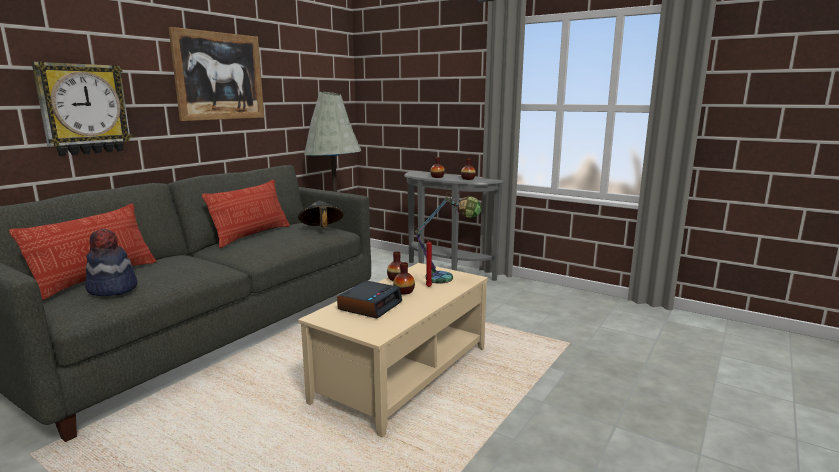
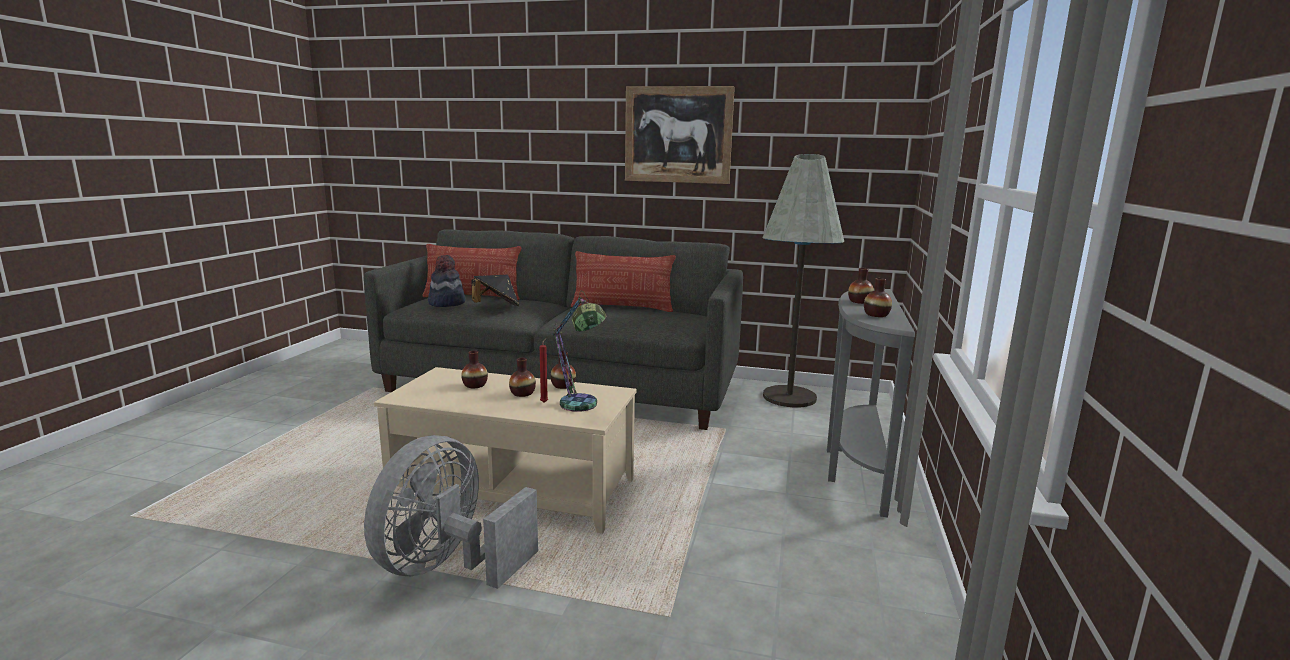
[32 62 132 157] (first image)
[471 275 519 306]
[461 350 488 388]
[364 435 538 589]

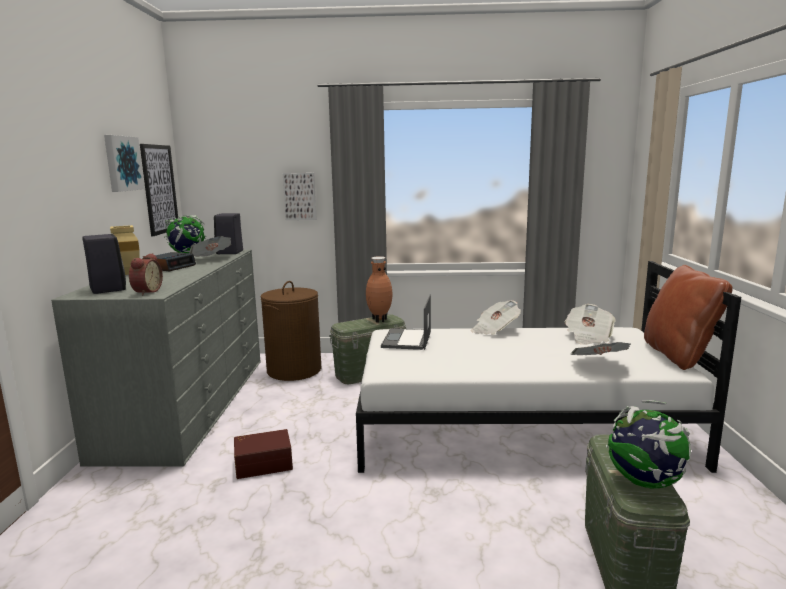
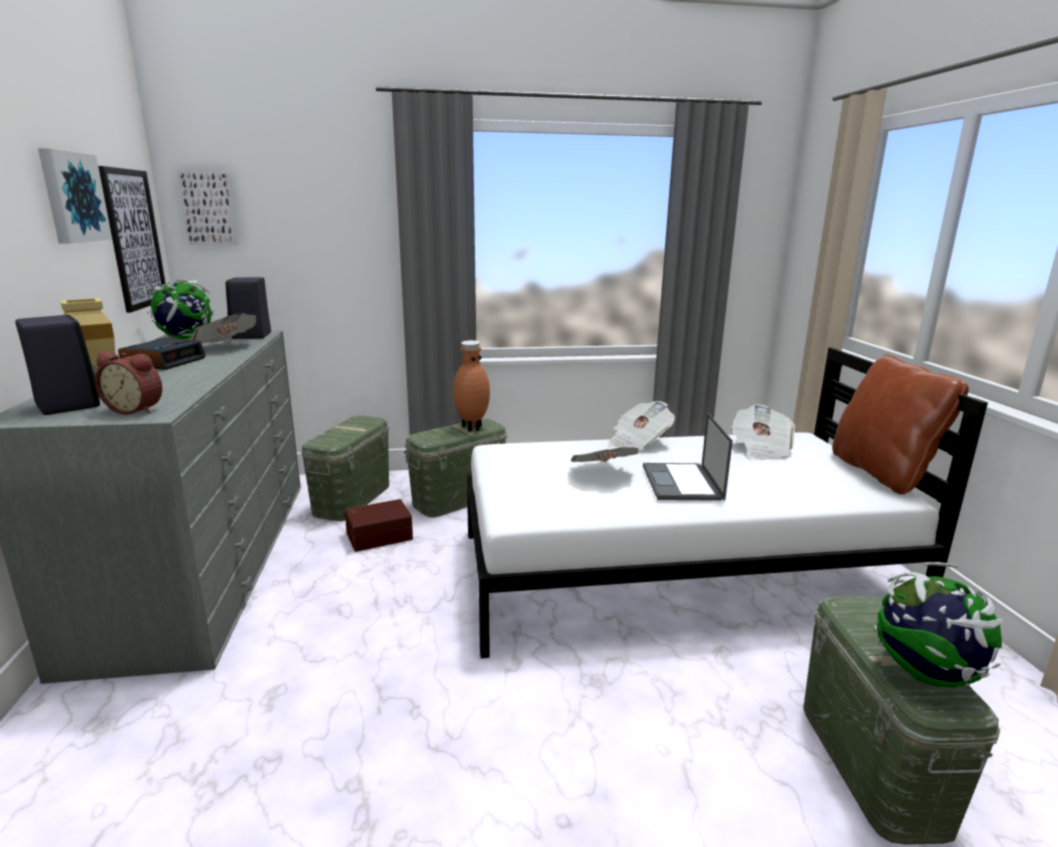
[95 352 162 415]
[345 499 413 552]
[301 416 389 521]
[178 171 239 245]
[643 413 733 501]
[571 447 639 462]

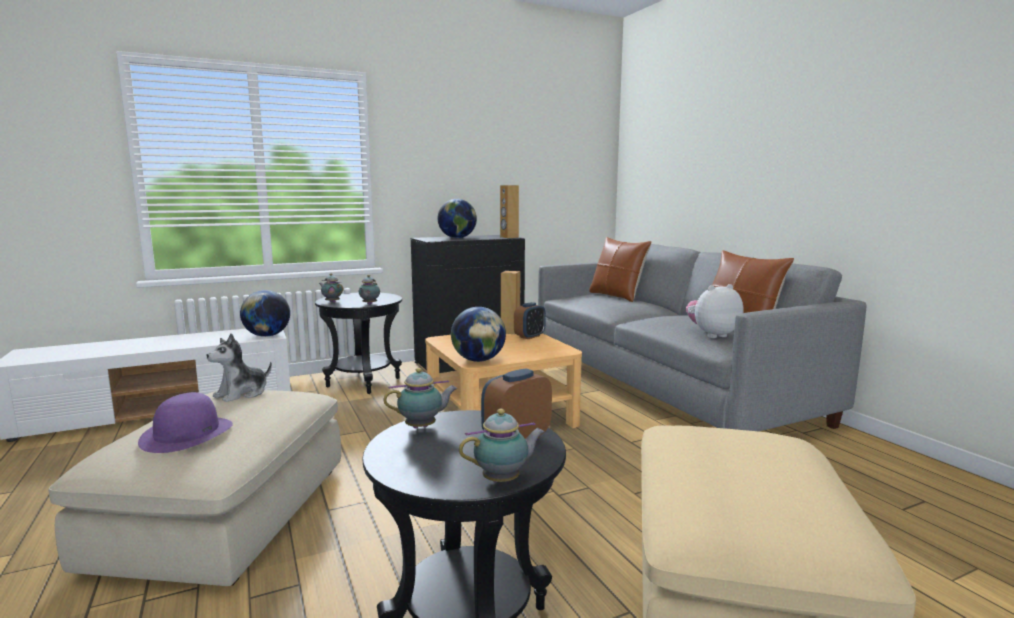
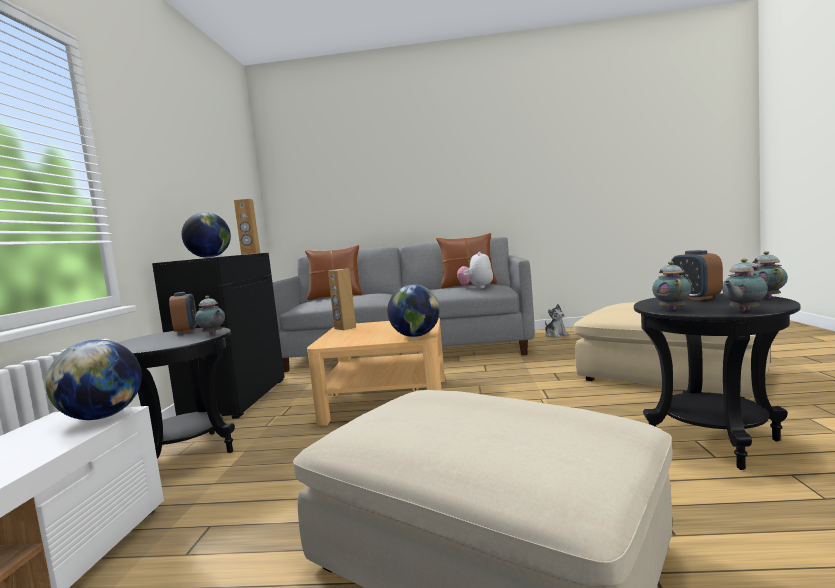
[138 392 233 453] (first image)
[545 304 569 338]
[722 259 768 312]
[169 292 197 334]

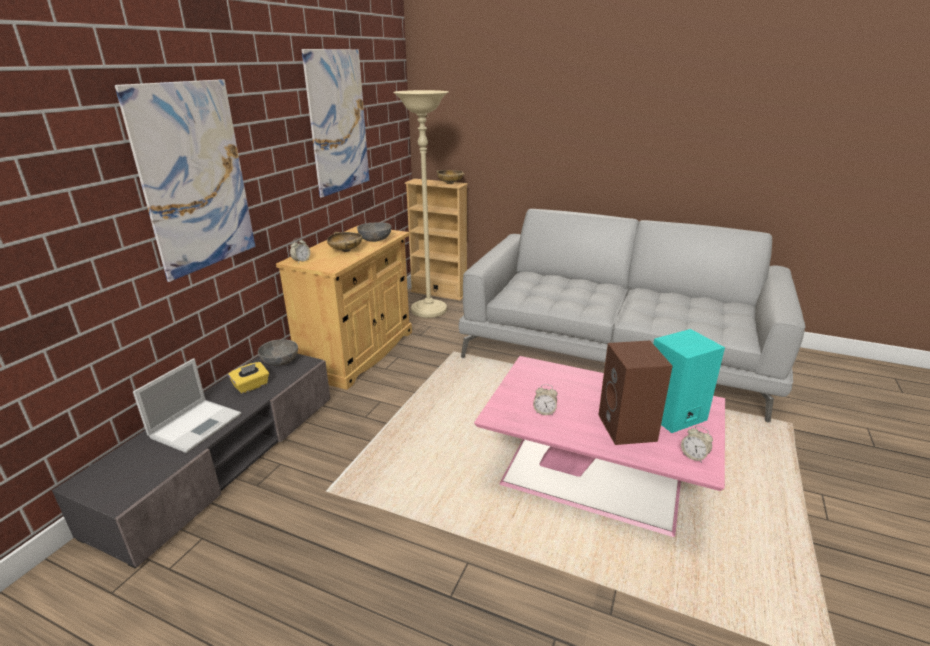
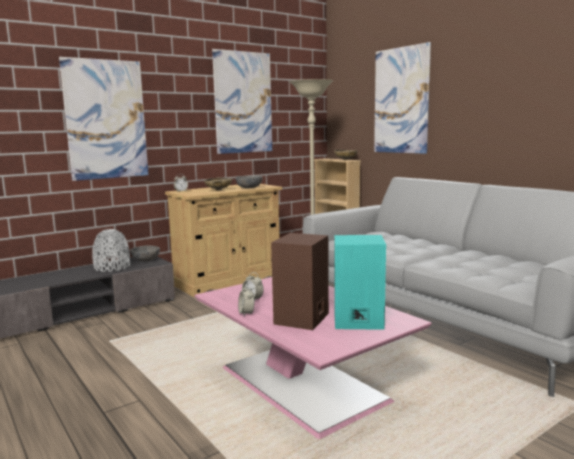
[133 359 241 453] (first image)
[92 229 130 272]
[238 284 255 316]
[374 42 431 154]

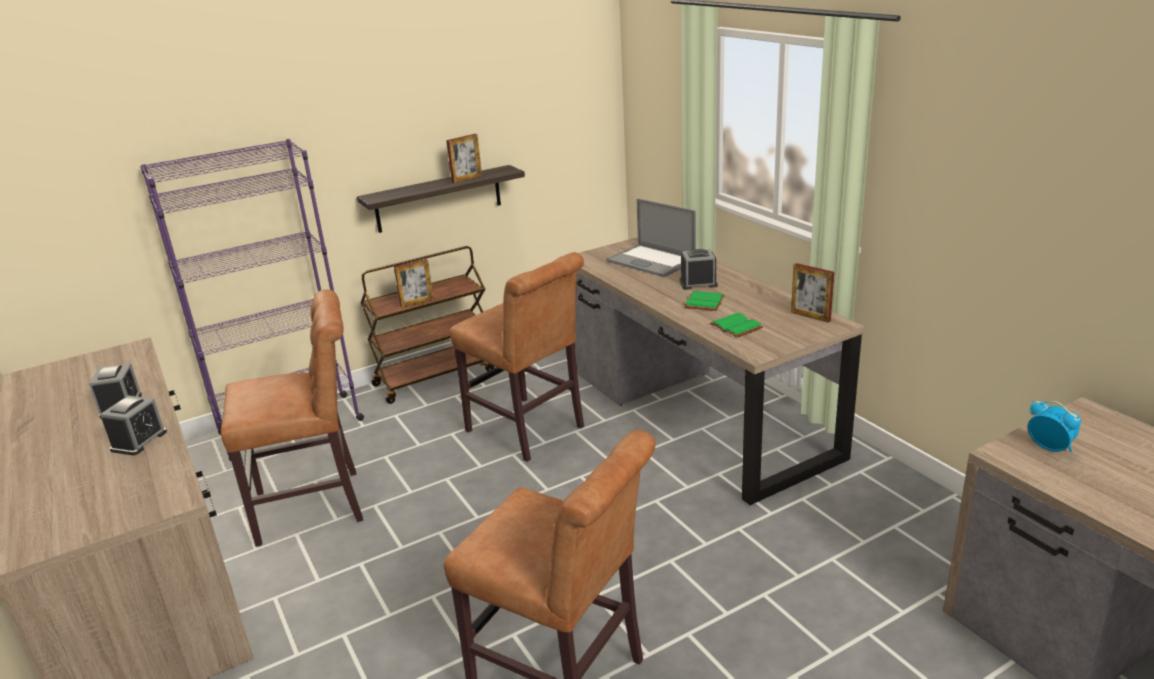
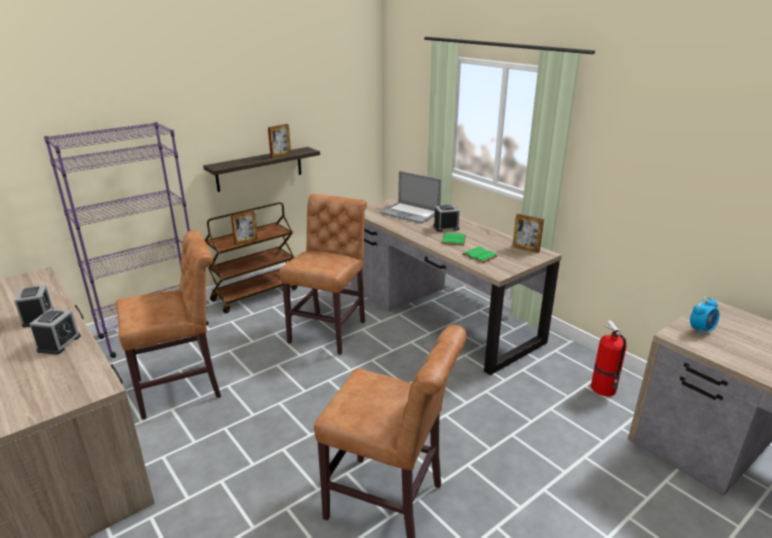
[279 194 367 355]
[690 296 719 335]
[591 320 627 396]

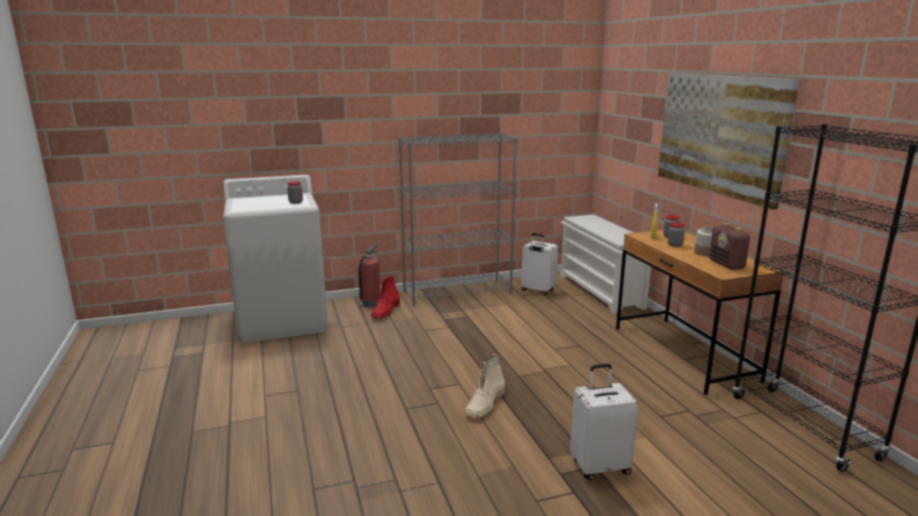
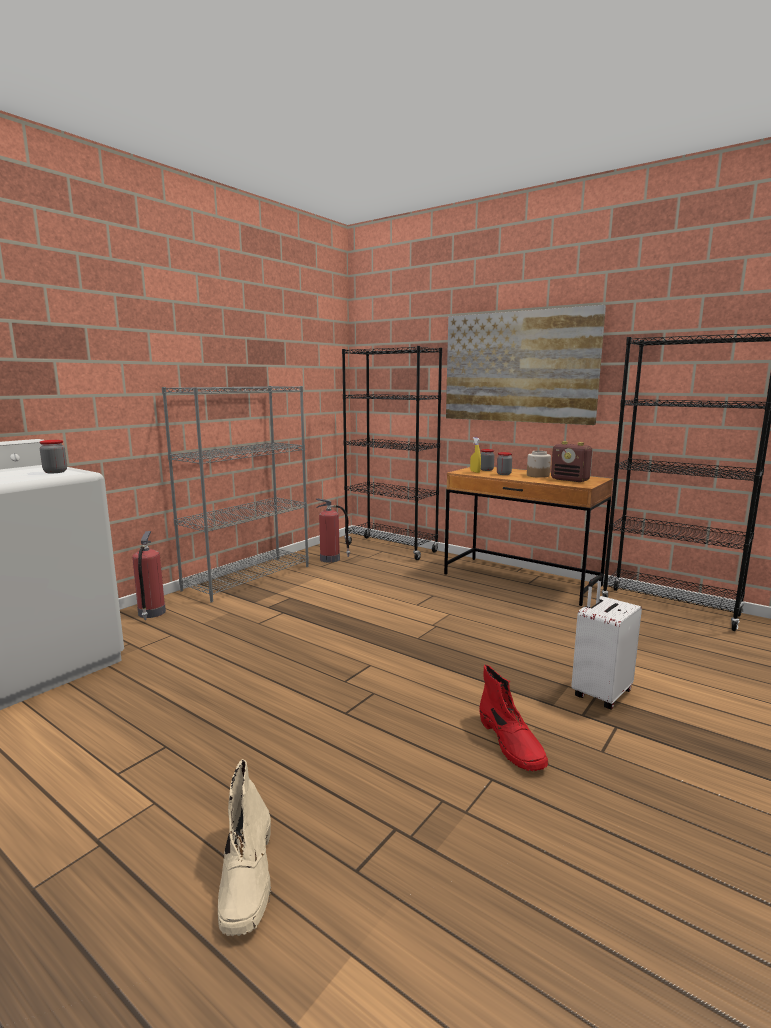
[479 665 548 771]
[218 759 271 937]
[316 498 350 563]
[342 346 442 560]

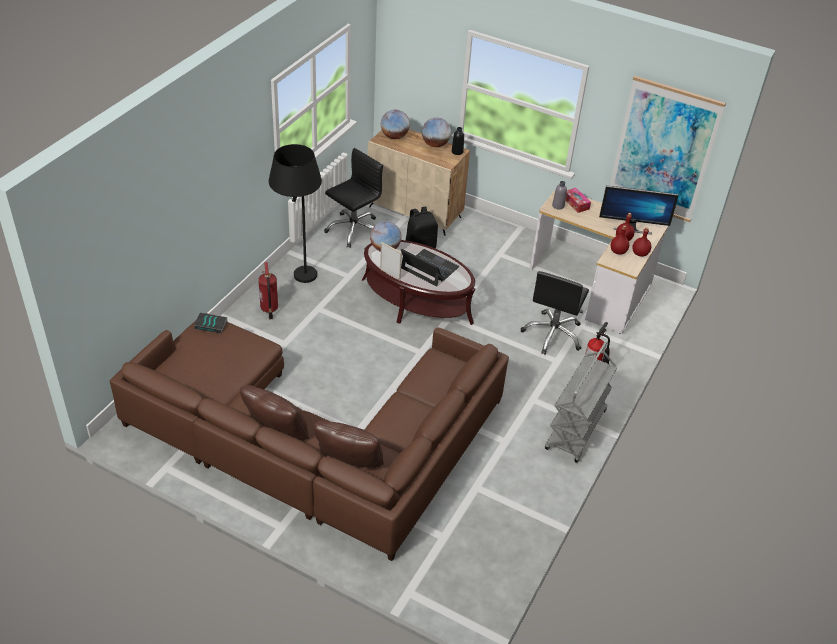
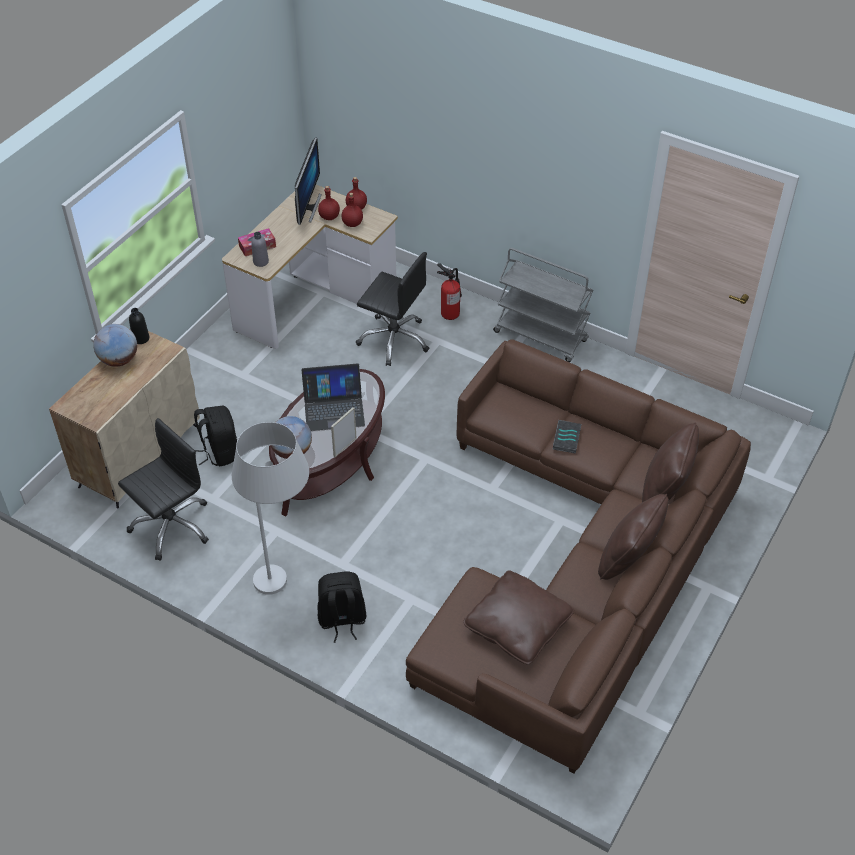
[553 420 582 453]
[318 571 367 643]
[232 422 309 595]
[118 418 209 561]
[381 110 410 139] (first image)
[301 363 365 431]
[610 76 726 222] (first image)
[463 570 574 665]

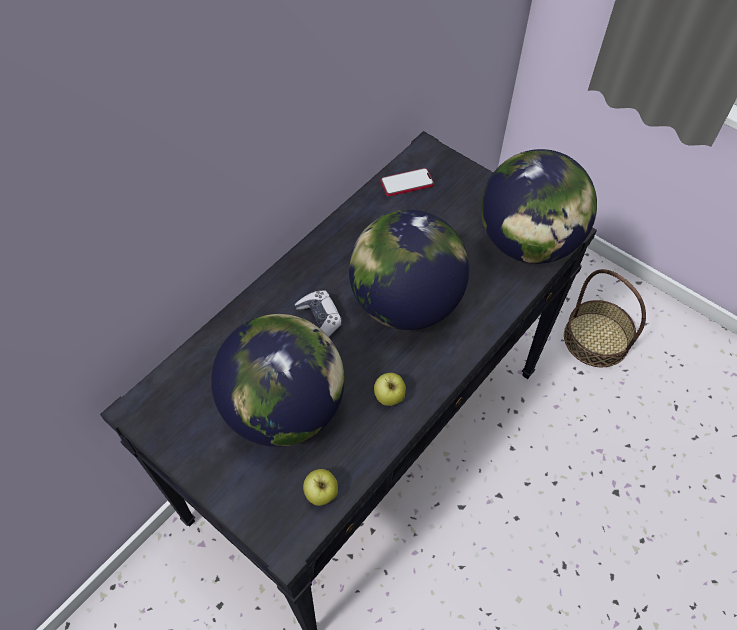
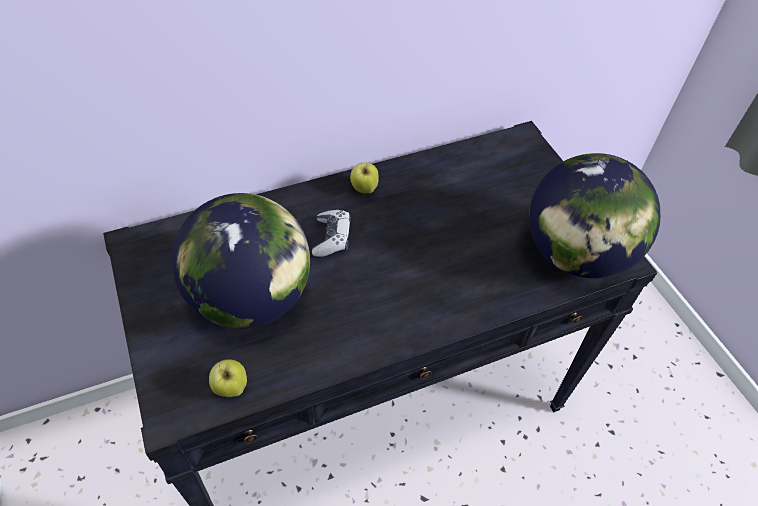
[349 210 469 330] (first image)
[350 162 379 193]
[381 168 434 196] (first image)
[564 269 646 367] (first image)

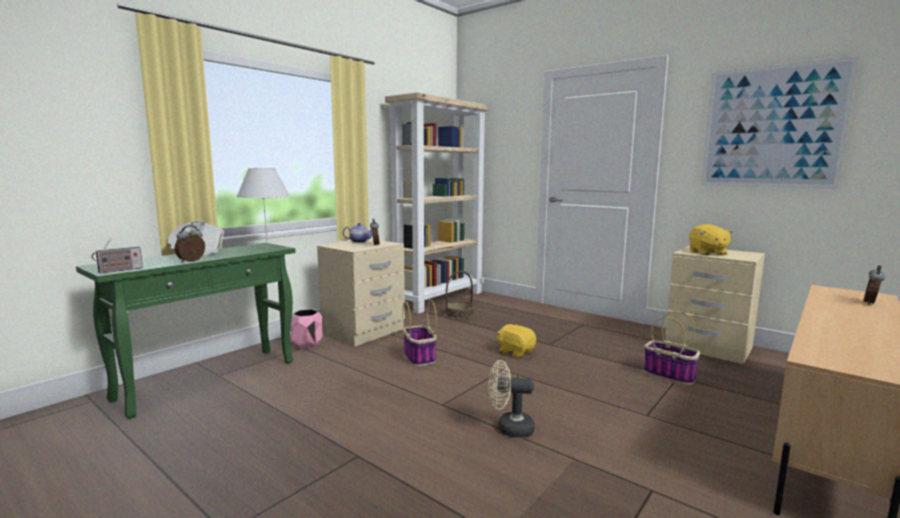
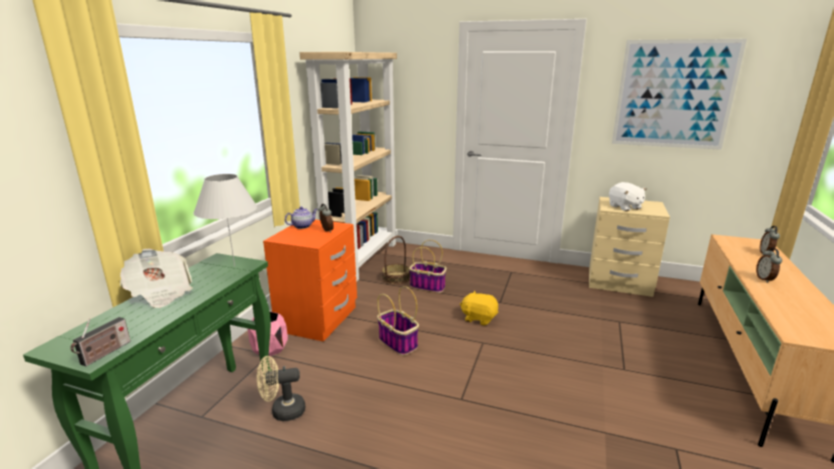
[756 248 782 283]
[263 220 357 342]
[257 356 305 421]
[409 240 447 293]
[609 182 647 211]

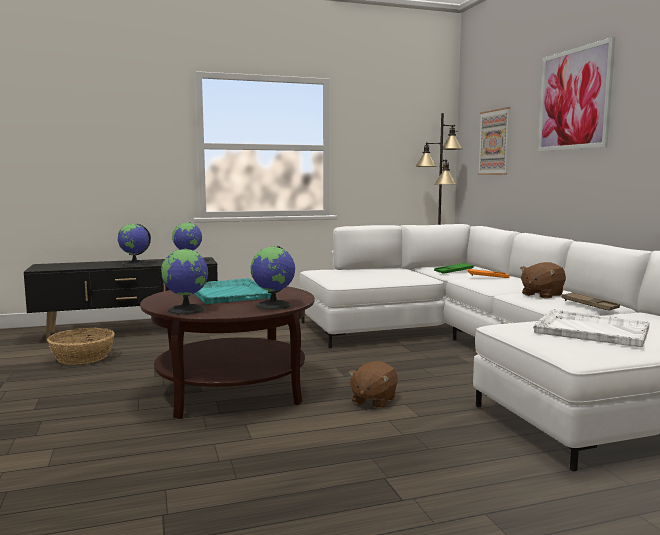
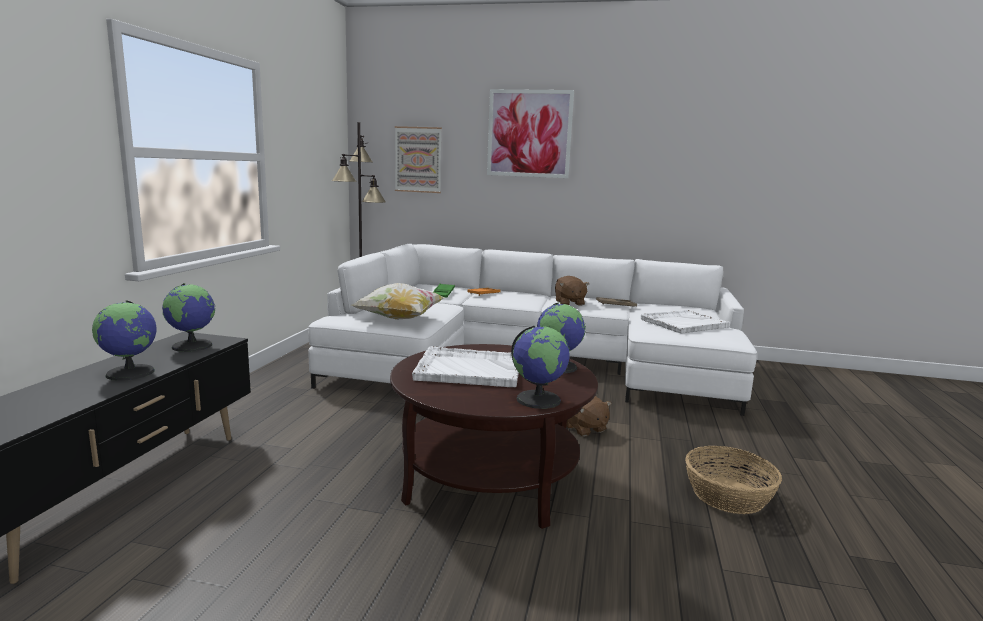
[685 446 782 514]
[412 346 519 387]
[351 283 445 320]

